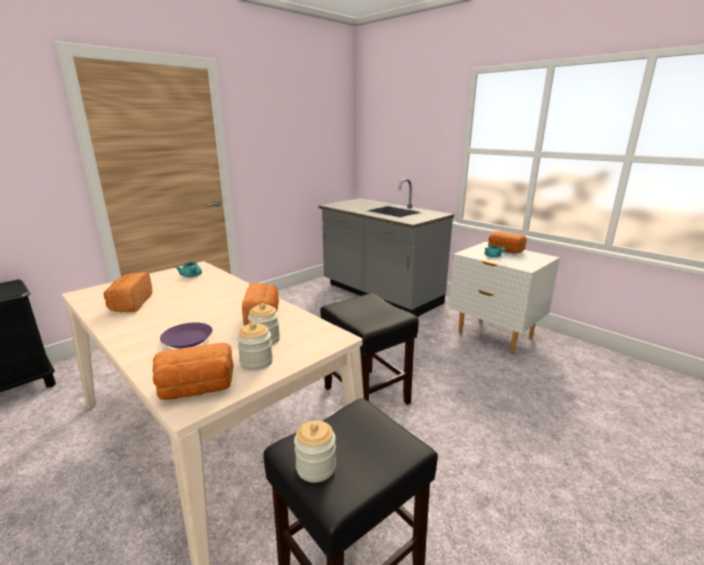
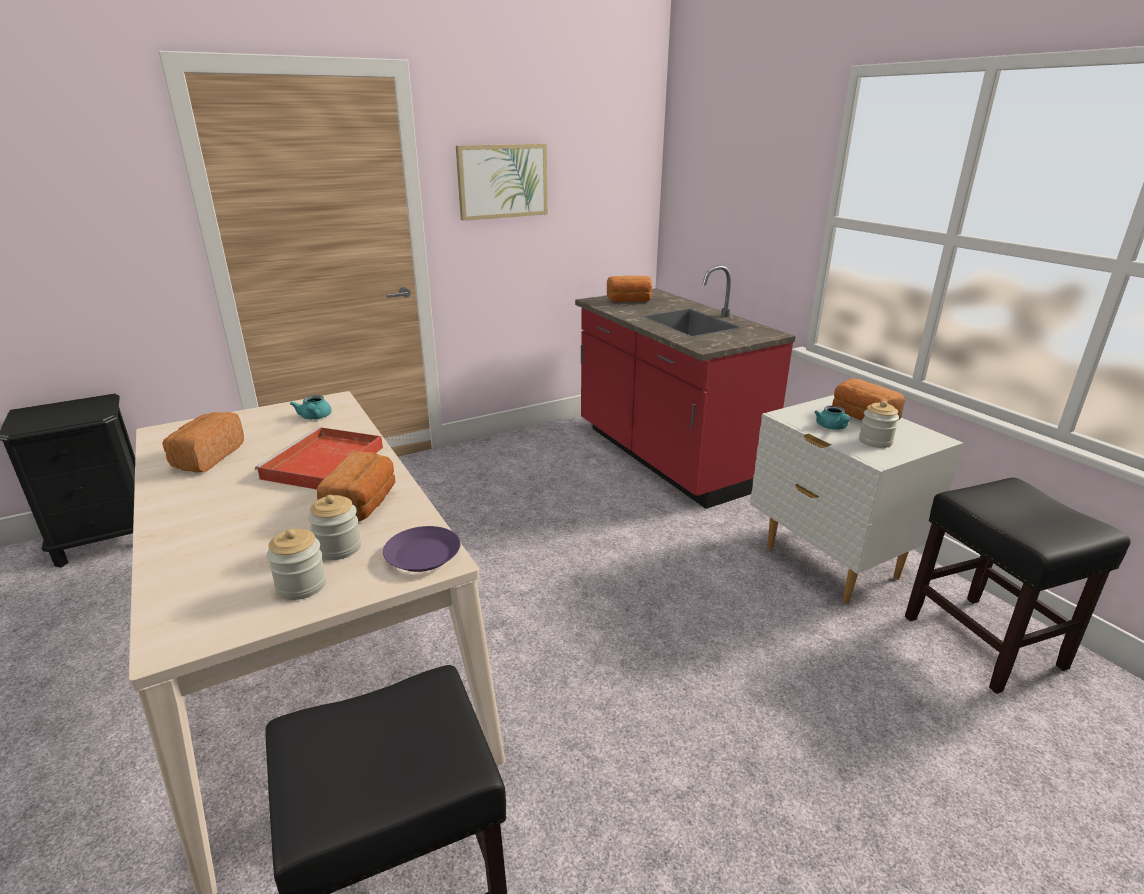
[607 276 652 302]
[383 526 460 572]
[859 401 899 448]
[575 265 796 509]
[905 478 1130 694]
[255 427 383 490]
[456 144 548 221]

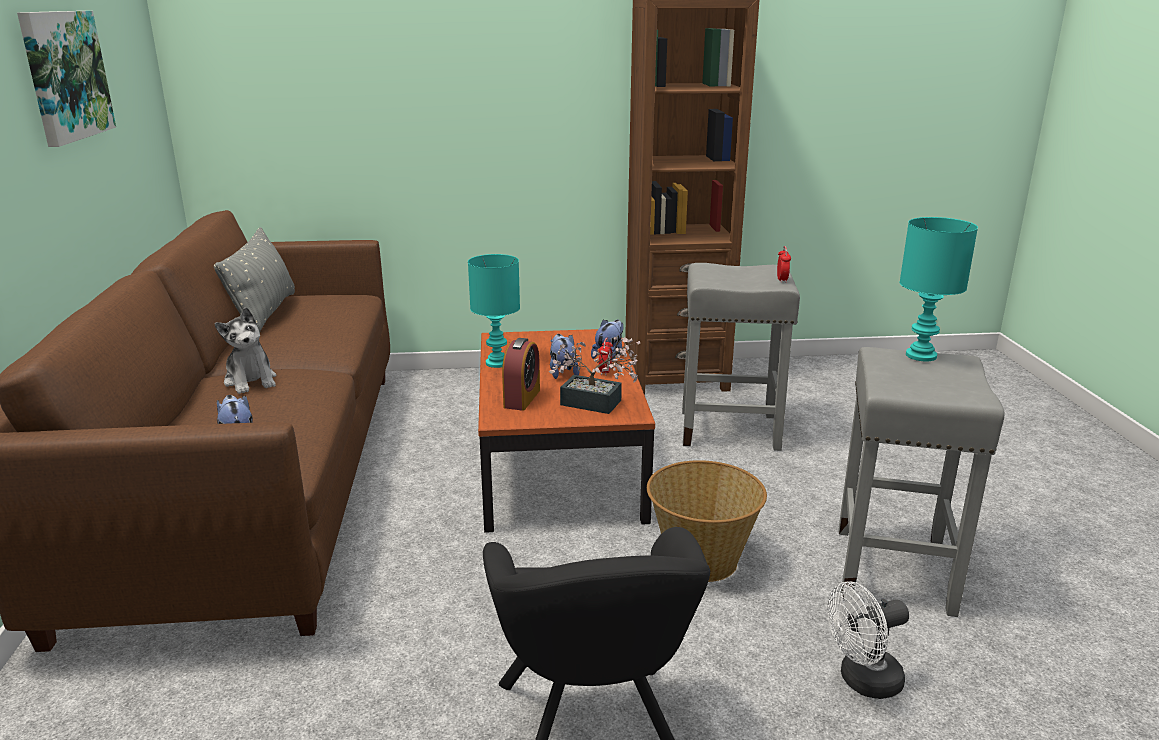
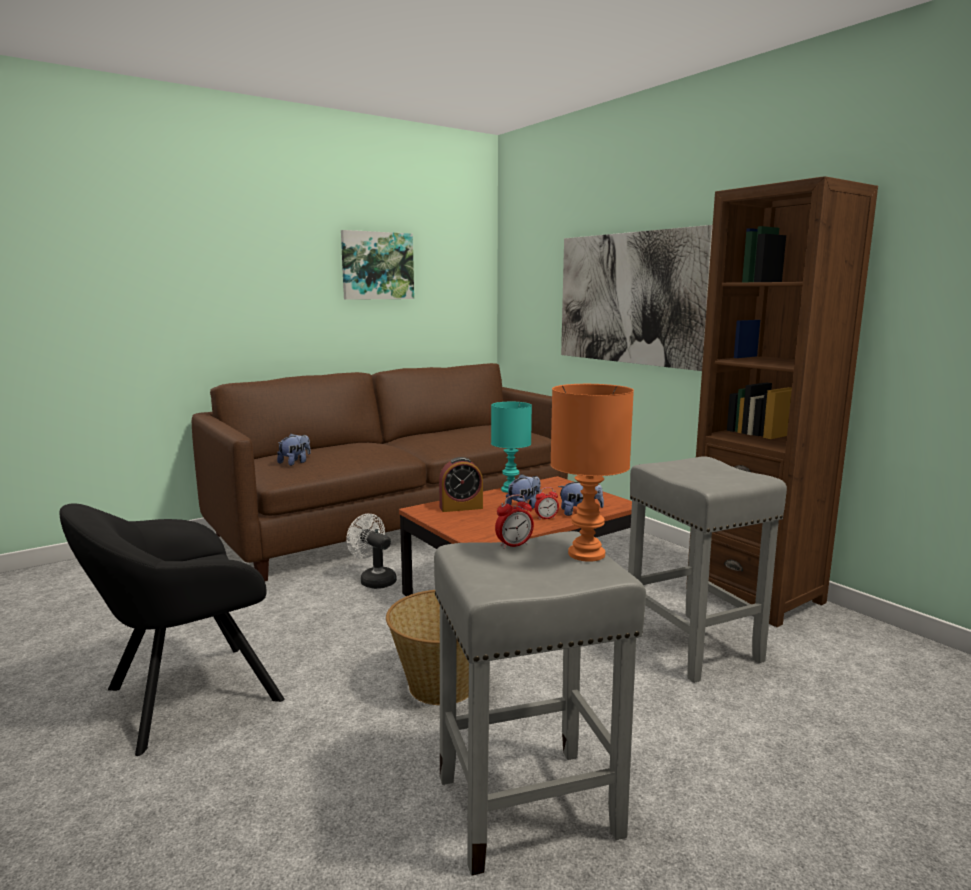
[214 227 295 332] (first image)
[215 307 276 394] (first image)
[549 337 640 414] (first image)
[495 494 534 549]
[346 514 397 589]
[550 384 634 562]
[561 225 713 371]

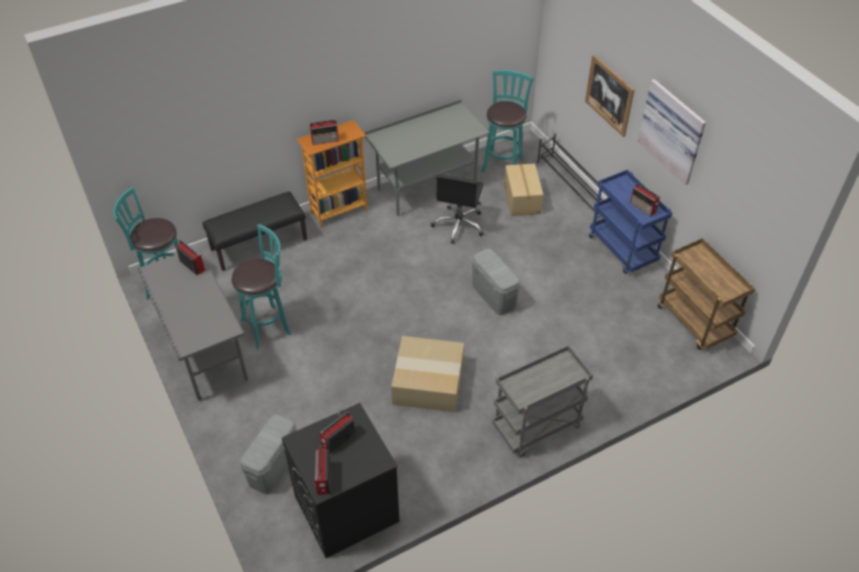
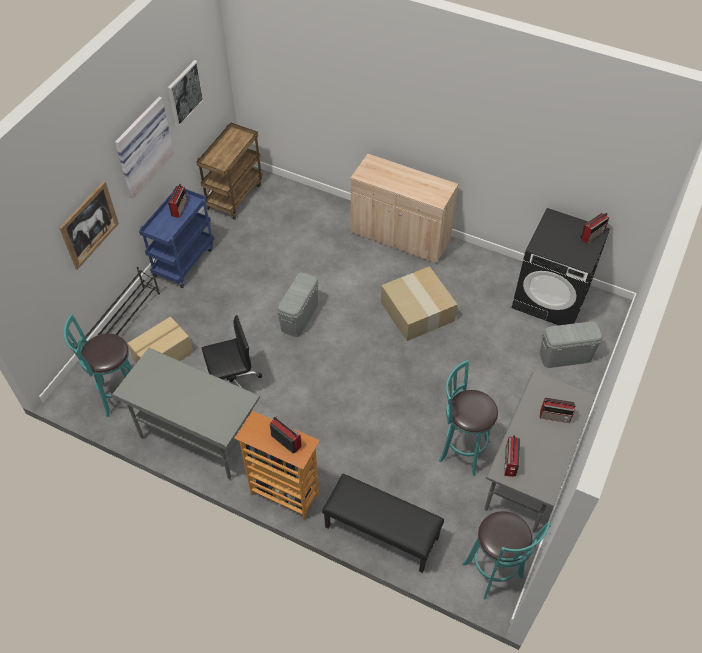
[540 397 576 423]
[351 154 458 263]
[168 60 204 127]

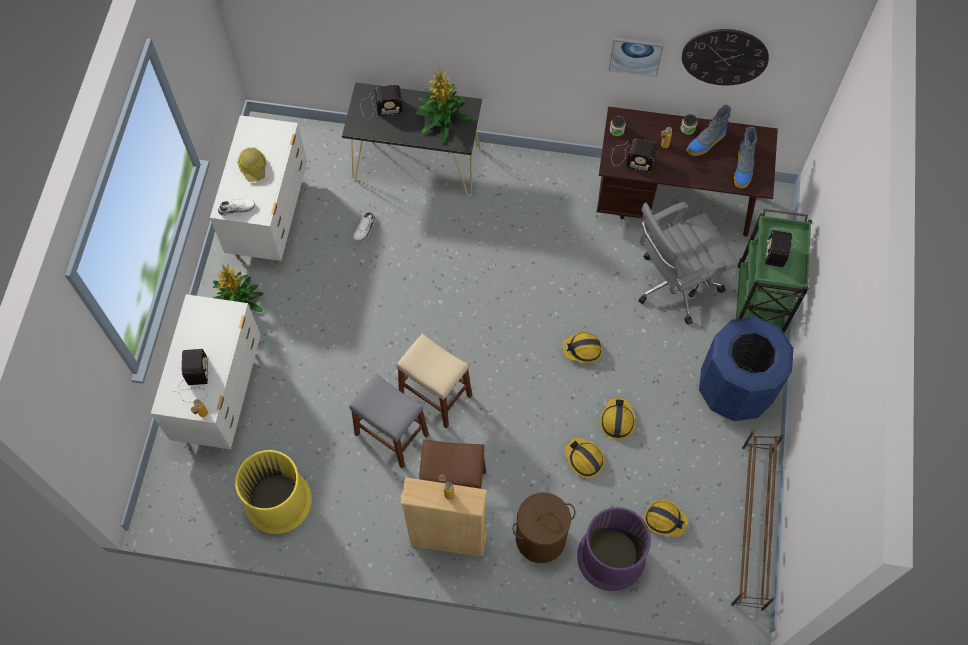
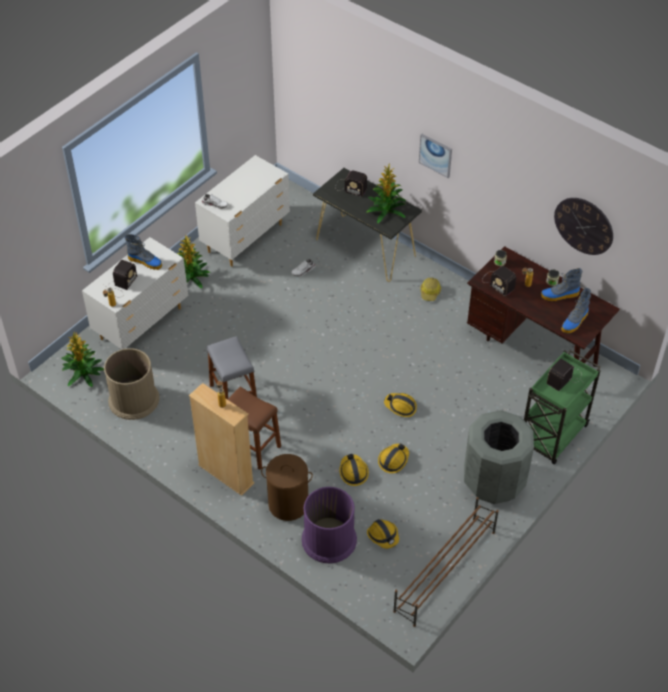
[104 348 159 420]
[420 278 441 301]
[396 334 472 428] (first image)
[419 134 452 178]
[638 202 738 325] (first image)
[464 410 534 504]
[61 331 104 387]
[125 234 162 270]

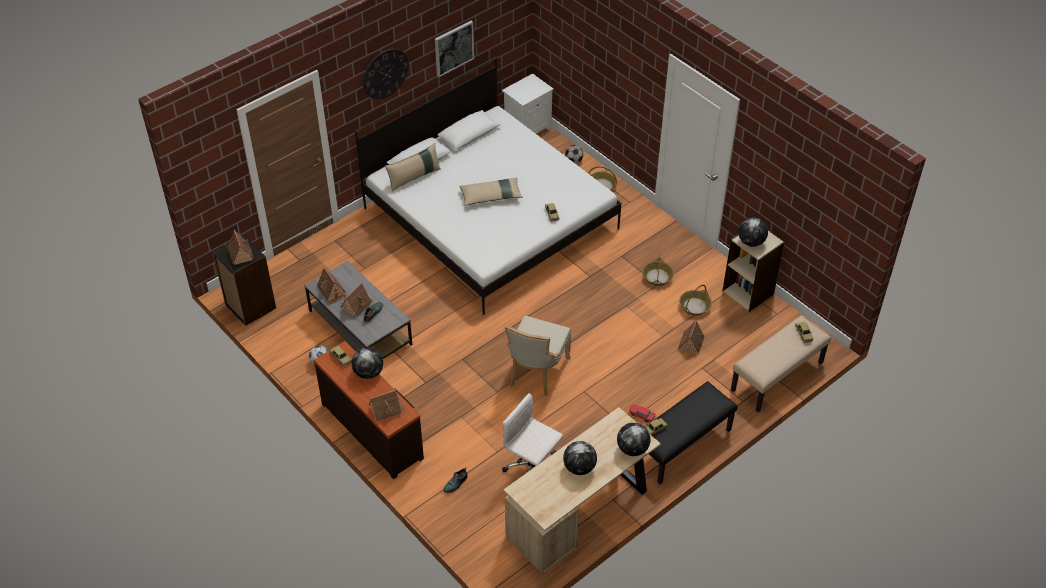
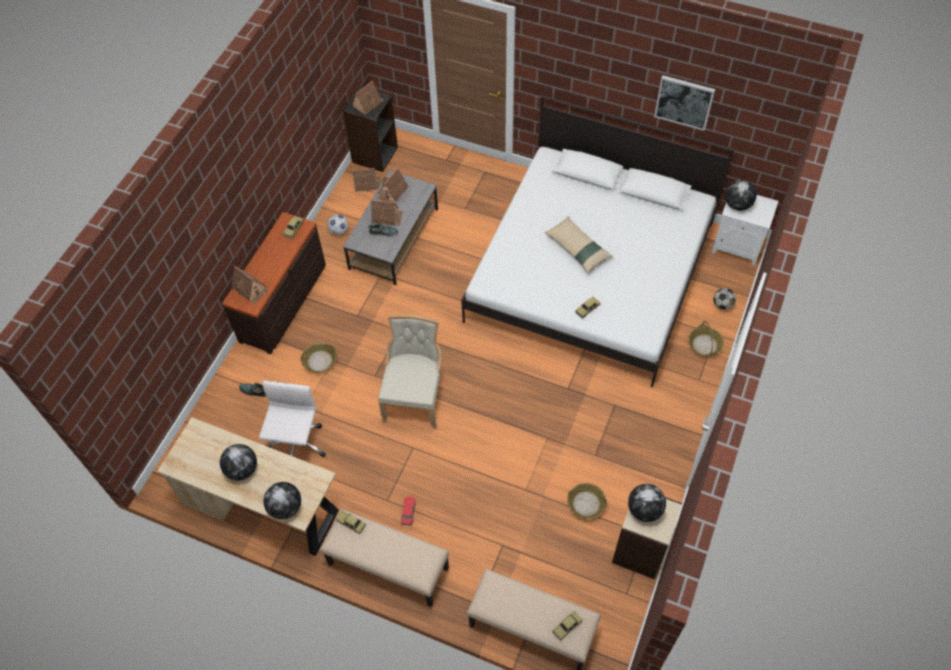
[725 180 757 211]
[363 49 409 99] (first image)
[385 143 441 192] (first image)
[378 315 441 429]
[301 342 337 373]
[320 509 449 607]
[352 168 381 192]

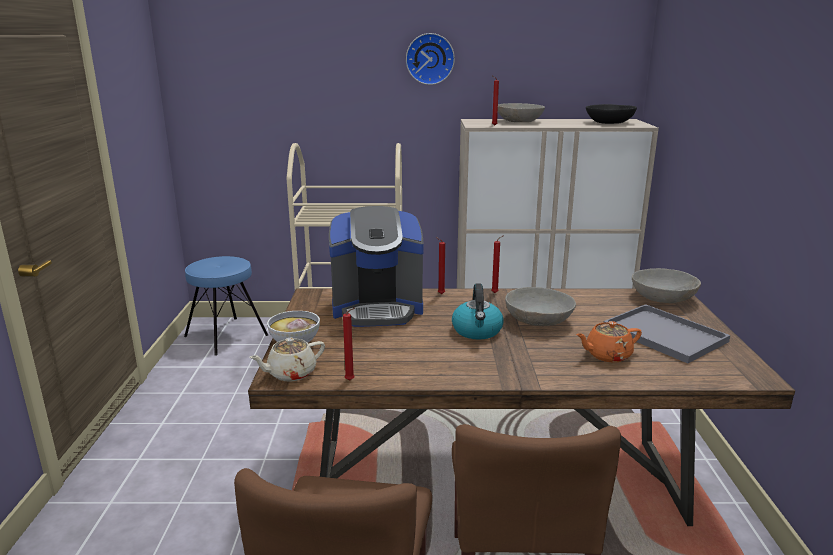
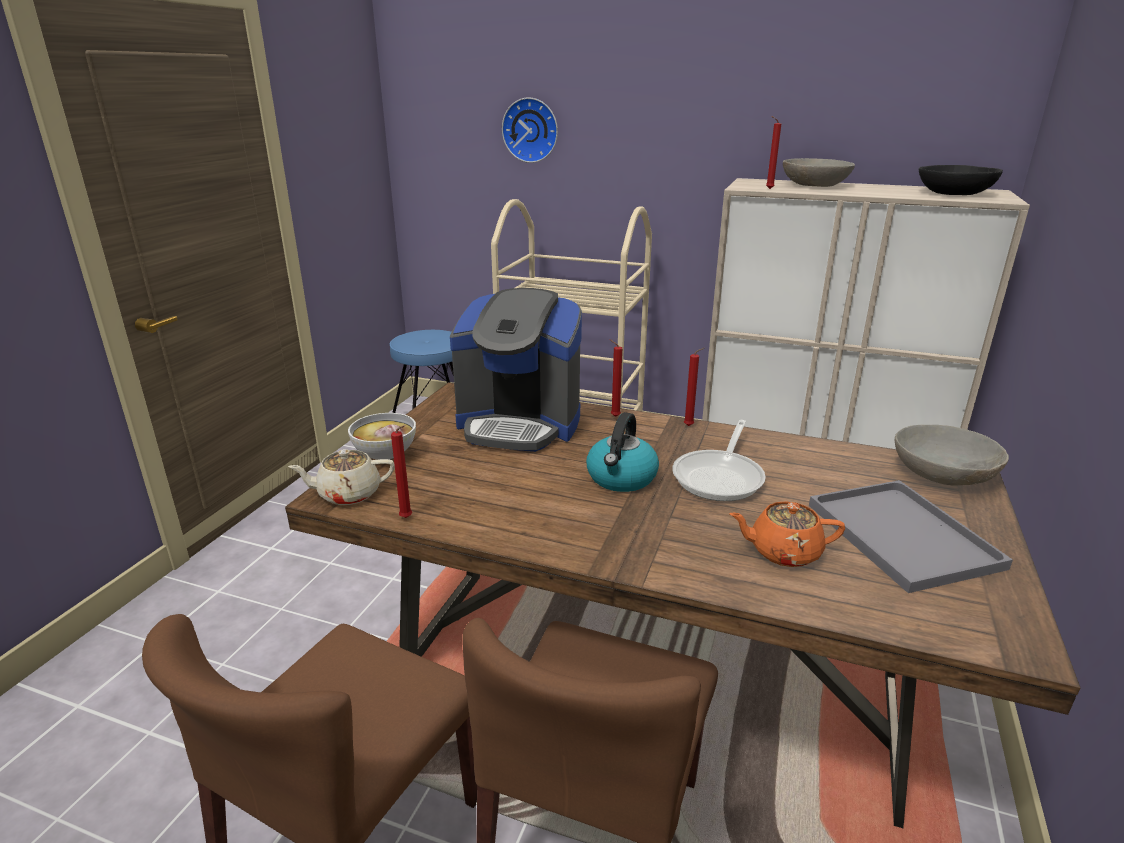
[502 97 558 163]
[672 420 766 501]

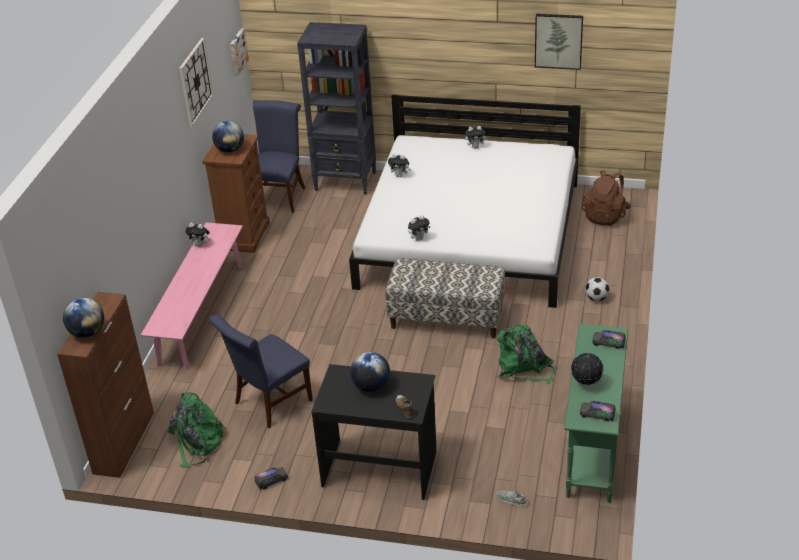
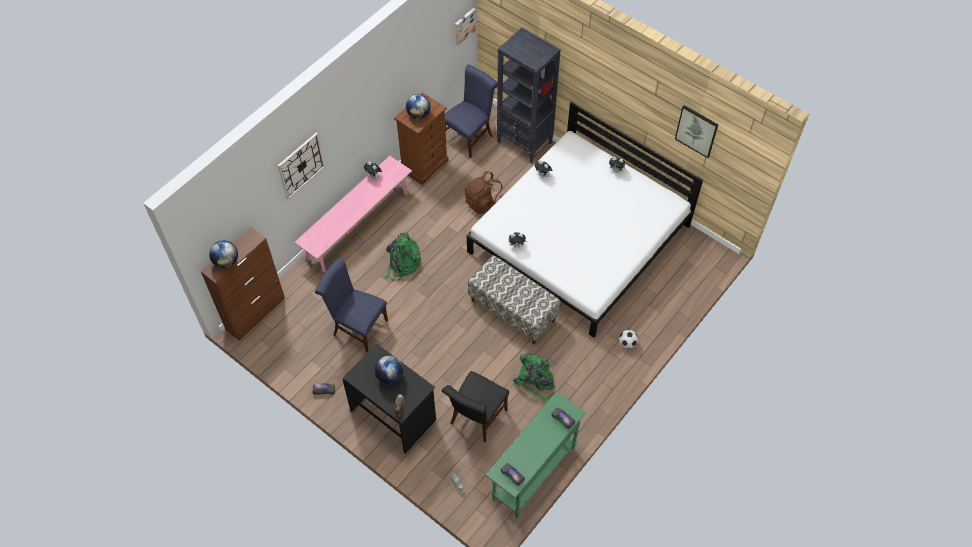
[384 232 422 280]
[278 132 325 199]
[315 257 388 352]
[571 353 603 385] (first image)
[465 171 504 214]
[441 371 509 442]

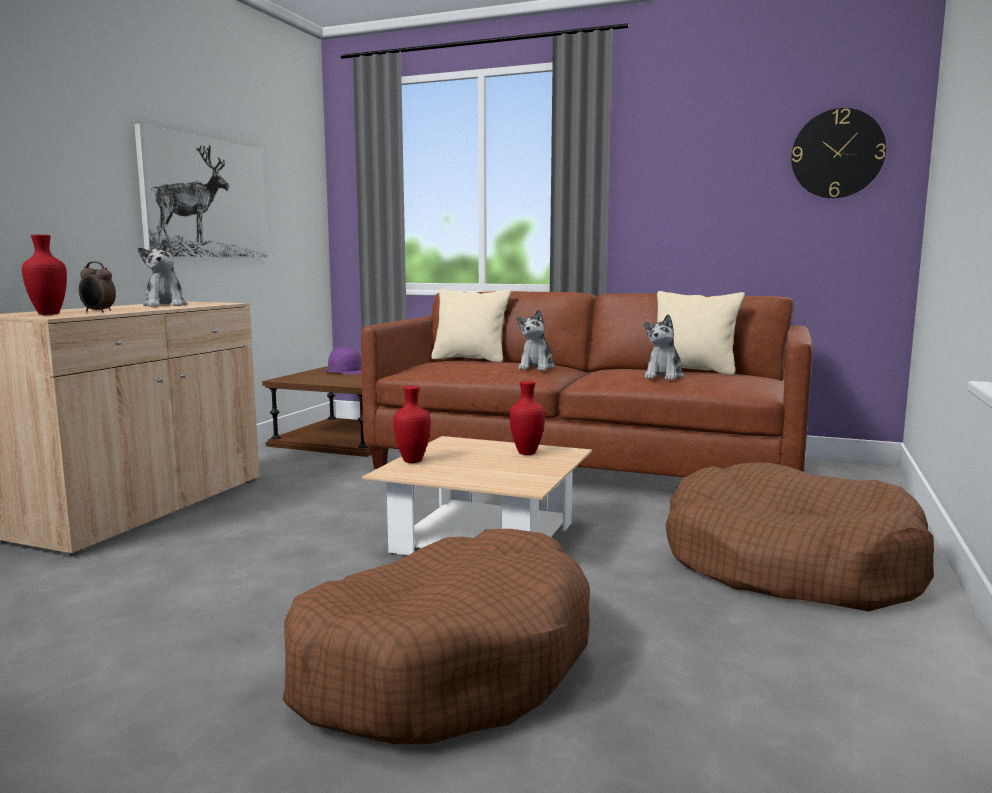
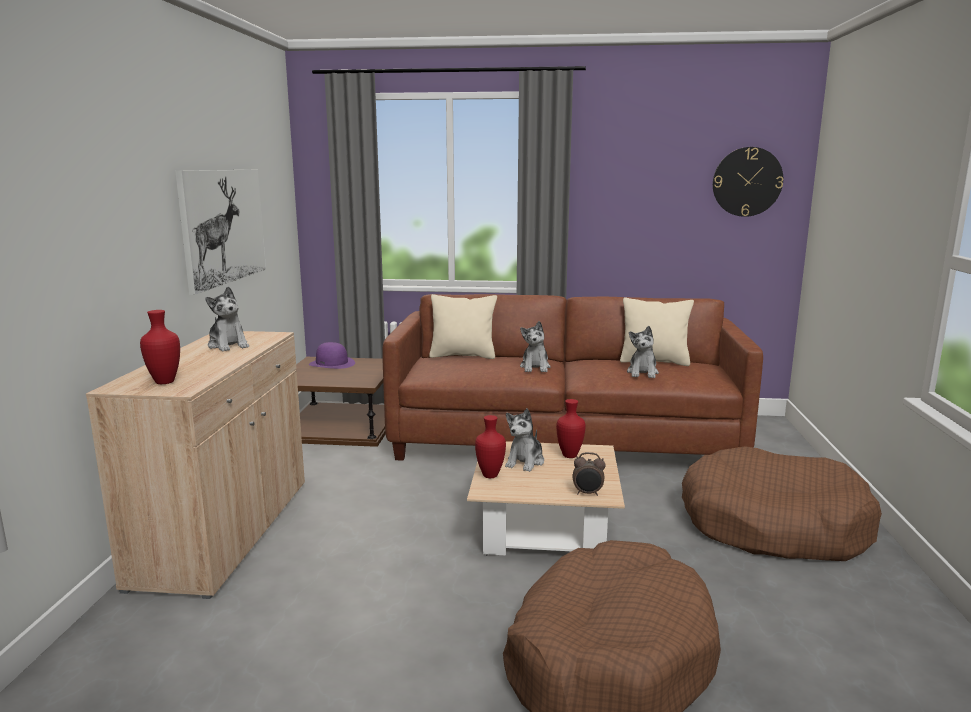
[573 452 606 496]
[505 408 544 472]

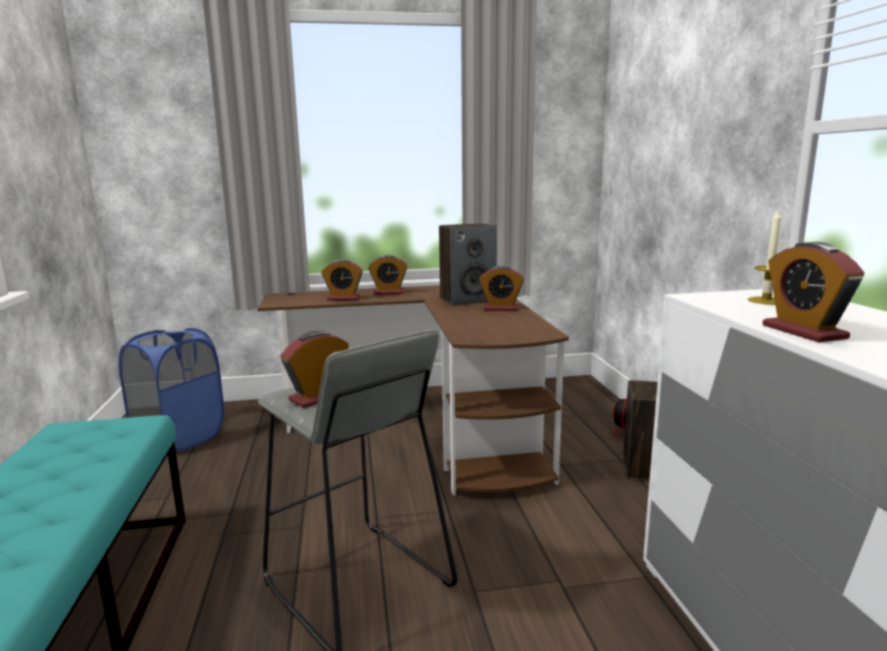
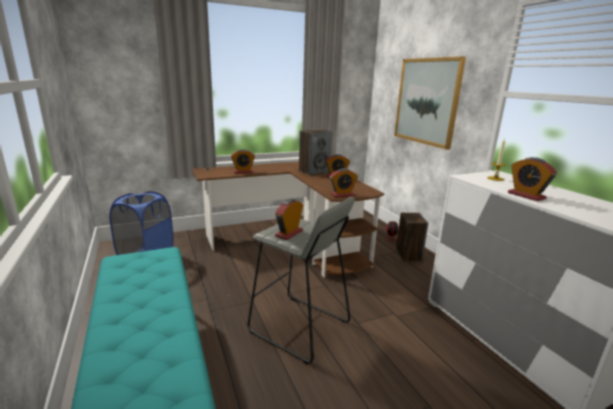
[330 168 358 197]
[394 57 466 150]

